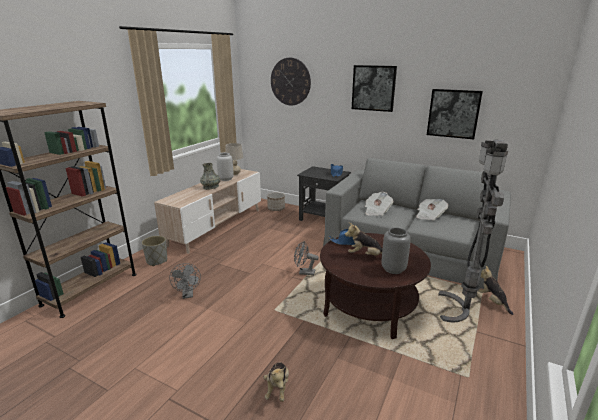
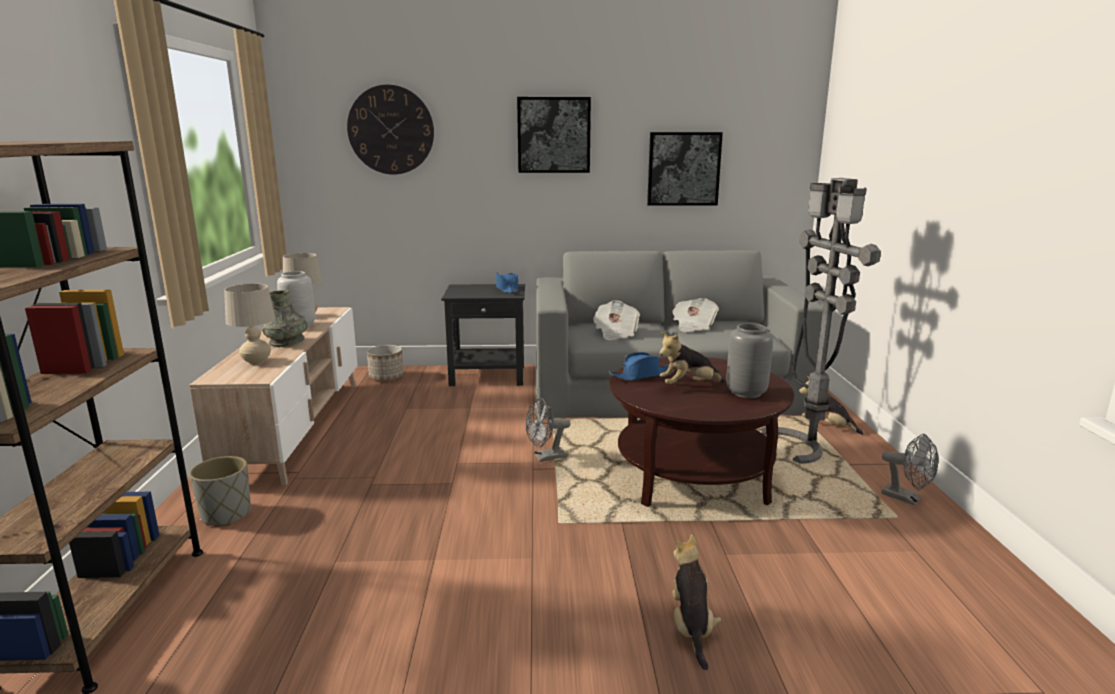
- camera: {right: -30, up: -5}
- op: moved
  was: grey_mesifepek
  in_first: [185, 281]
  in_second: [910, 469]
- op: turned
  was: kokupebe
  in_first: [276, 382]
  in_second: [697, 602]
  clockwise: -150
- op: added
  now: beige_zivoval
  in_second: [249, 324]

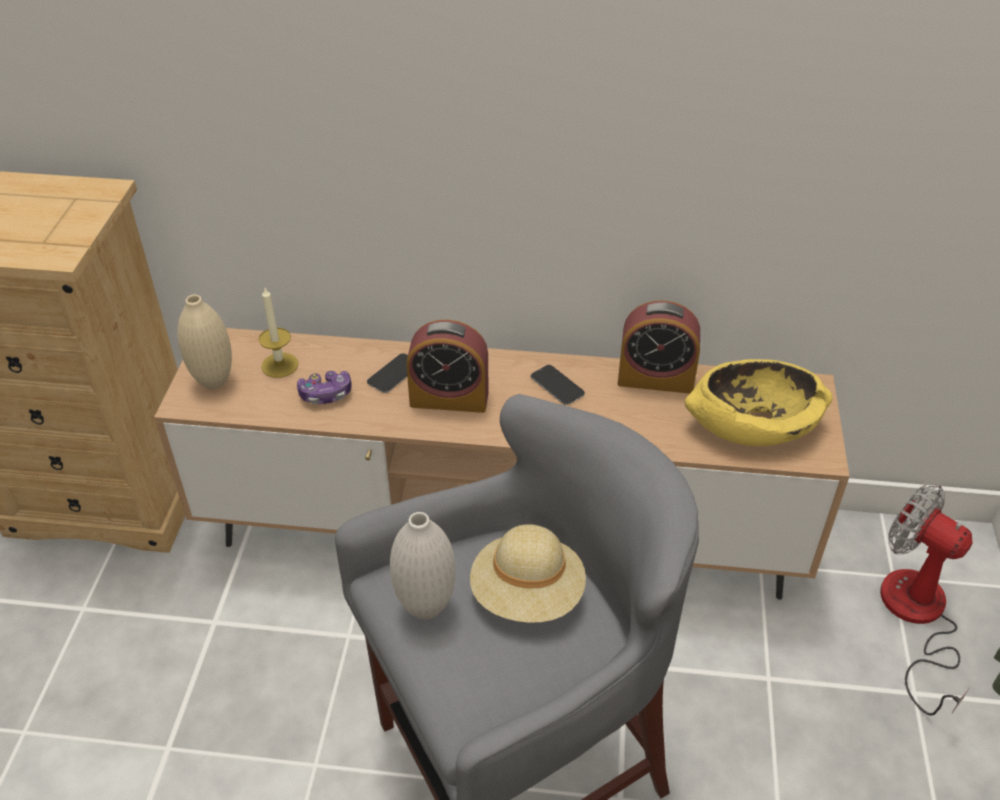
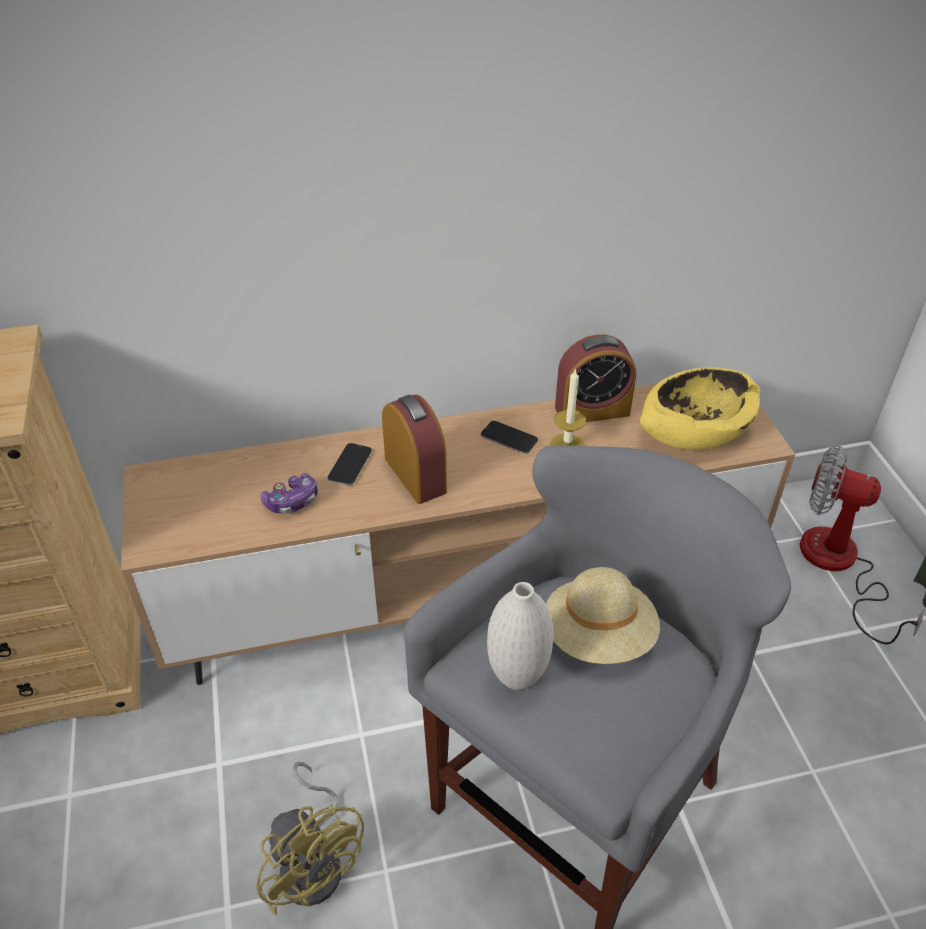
- camera: {right: -20, up: 0}
- op: removed
  was: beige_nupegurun
  in_first: [204, 342]
- op: moved
  was: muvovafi
  in_first: [278, 333]
  in_second: [567, 407]
- op: turned
  was: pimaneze
  in_first: [448, 366]
  in_second: [414, 449]
  clockwise: -105
- op: added
  now: yellow_mesifepek
  in_second: [310, 838]

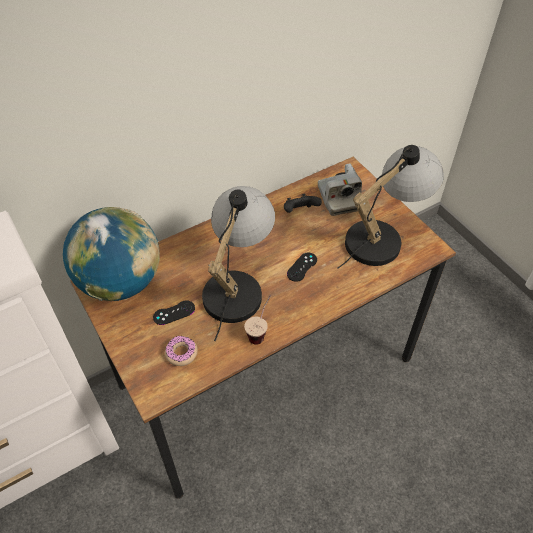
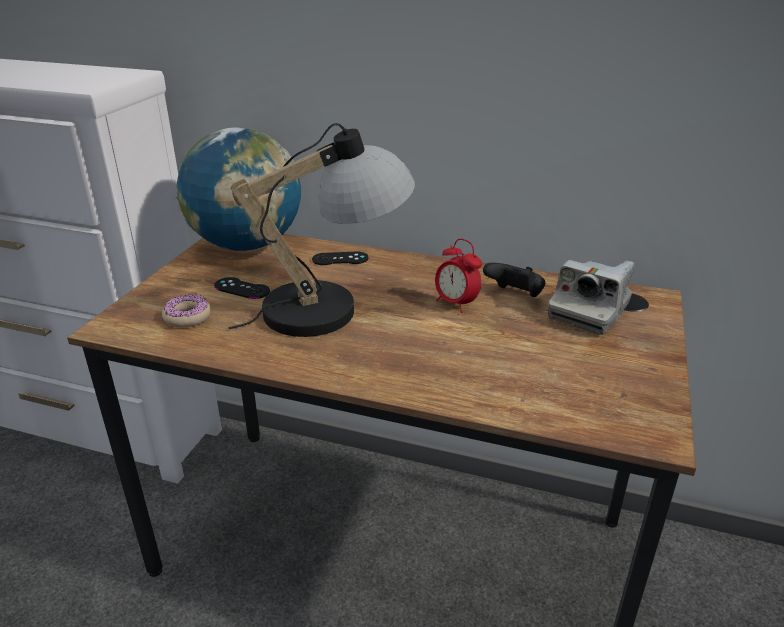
- camera: {right: 50, up: -20}
- op: removed
  was: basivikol
  in_first: [257, 320]
- op: moved
  was: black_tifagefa
  in_first: [302, 267]
  in_second: [340, 258]
- op: removed
  was: zivoval
  in_first: [390, 207]
- op: added
  now: pimaneze
  in_second: [458, 276]

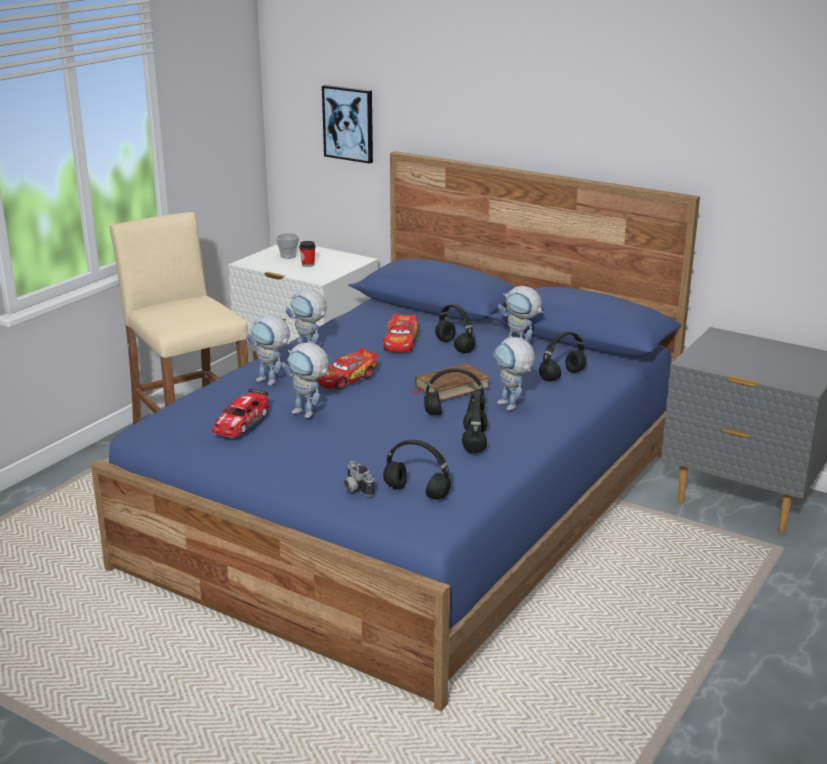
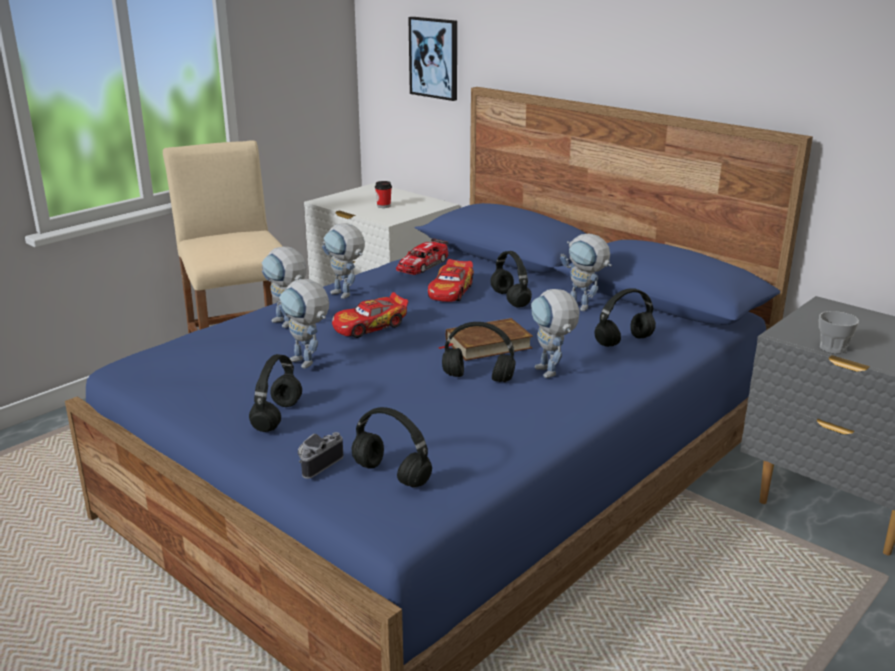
- camera: {right: 10, up: 0}
- op: moved
  was: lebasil
  in_first: [240, 413]
  in_second: [422, 256]
- op: moved
  was: basivikol
  in_first: [287, 246]
  in_second: [839, 332]
- op: turned
  was: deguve
  in_first: [359, 479]
  in_second: [320, 455]
  clockwise: 60
- op: moved
  was: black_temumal
  in_first: [474, 423]
  in_second: [275, 393]

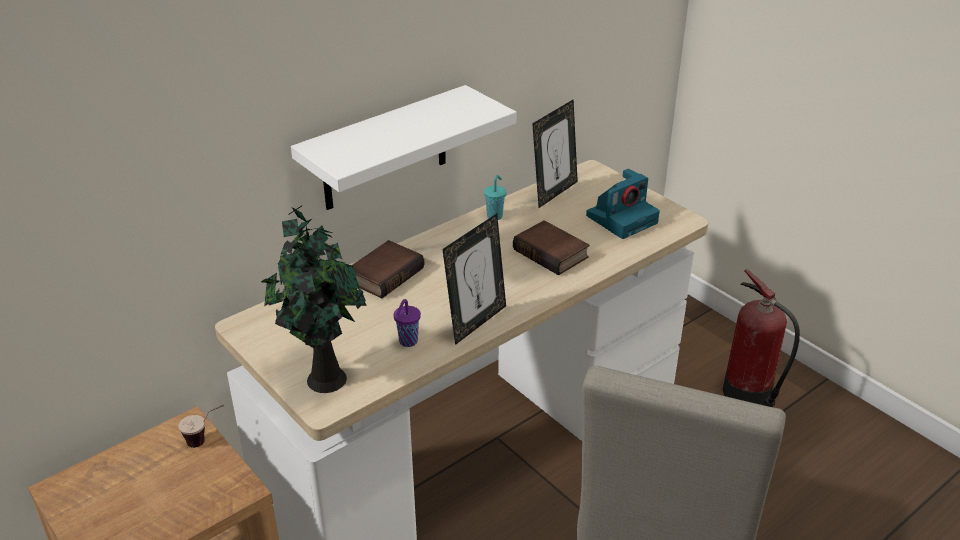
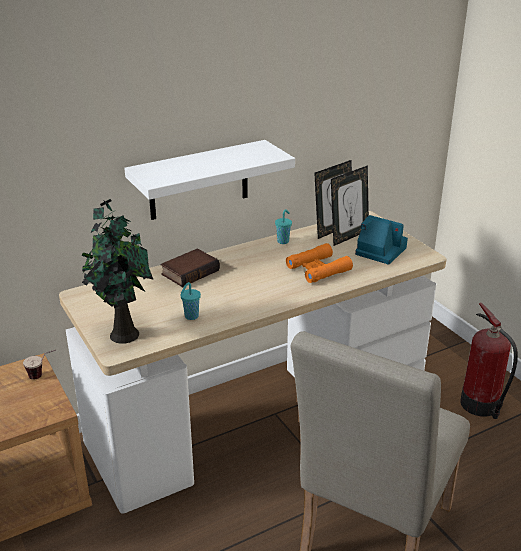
- camera: {right: 10, up: -5}
- op: recoloured
  was: purple_basivikol
  now: turquoise_basivikol
  in_first: [407, 323]
  in_second: [190, 301]
- op: moved
  was: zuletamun
  in_first: [474, 279]
  in_second: [350, 205]
- op: replaced
  was: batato
  now: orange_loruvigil
  in_first: [551, 247]
  in_second: [319, 263]
- op: turned
  was: deguve
  in_first: [623, 204]
  in_second: [381, 240]
  clockwise: -120

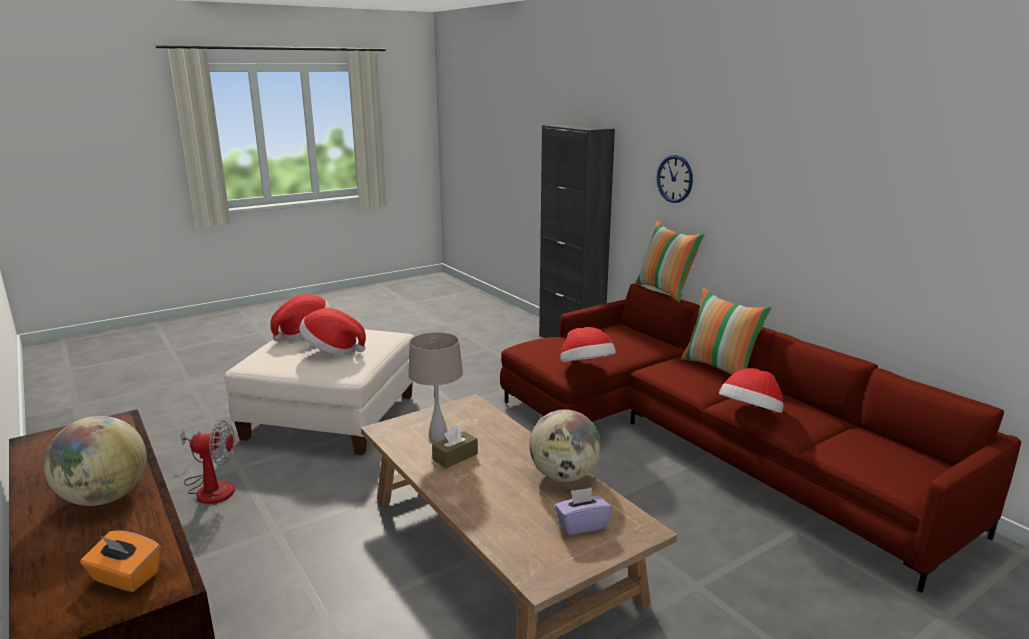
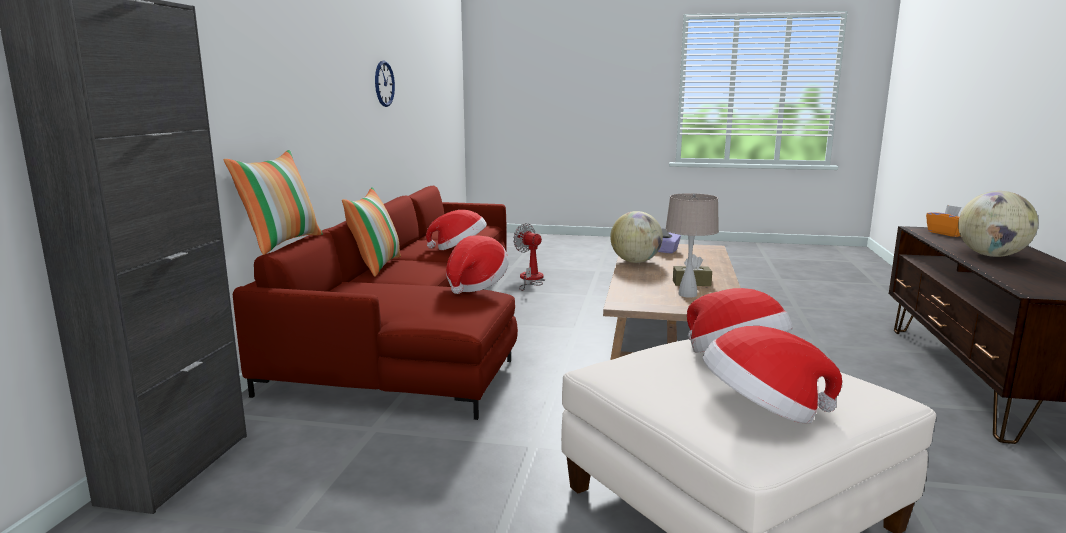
- camera: {right: -135, up: -5}
- op: moved
  was: mesifepek
  in_first: [207, 462]
  in_second: [529, 257]
- op: moved
  was: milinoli
  in_first: [675, 179]
  in_second: [385, 84]

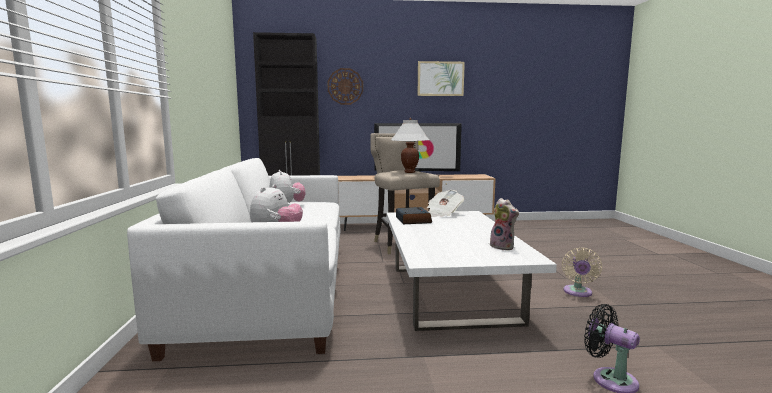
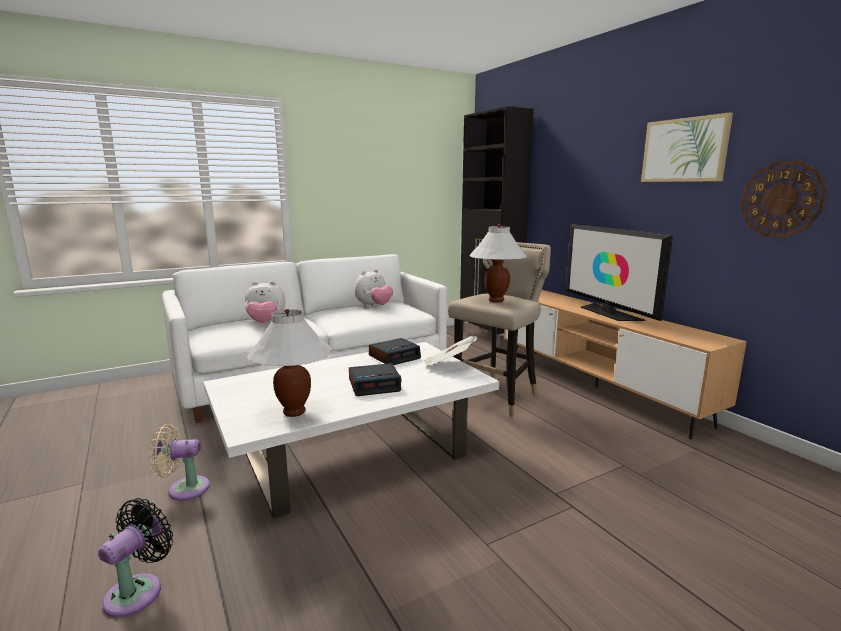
- camera: {right: 65, up: 5}
- op: moved
  was: milinoli
  in_first: [345, 86]
  in_second: [783, 199]
- op: replaced
  was: kokupebe
  now: white_zivoval
  in_first: [504, 224]
  in_second: [289, 363]
- op: moved
  was: beige_mesifepek
  in_first: [582, 272]
  in_second: [180, 462]
- op: added
  now: pimaneze
  in_second: [375, 379]

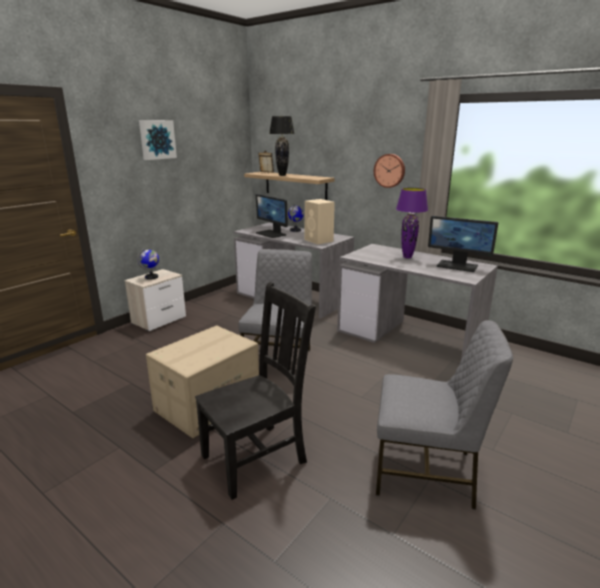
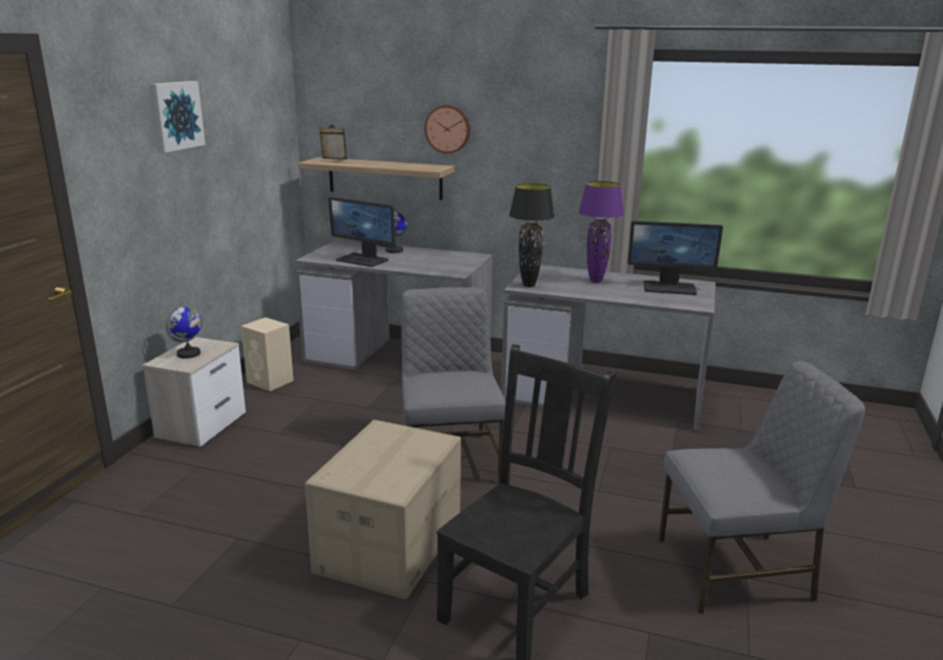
- camera: {right: -20, up: 0}
- op: moved
  was: black_zivoval
  in_first: [282, 146]
  in_second: [532, 235]
- op: moved
  was: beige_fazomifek
  in_first: [320, 221]
  in_second: [267, 354]
- op: moved
  was: milinoli
  in_first: [389, 171]
  in_second: [447, 129]

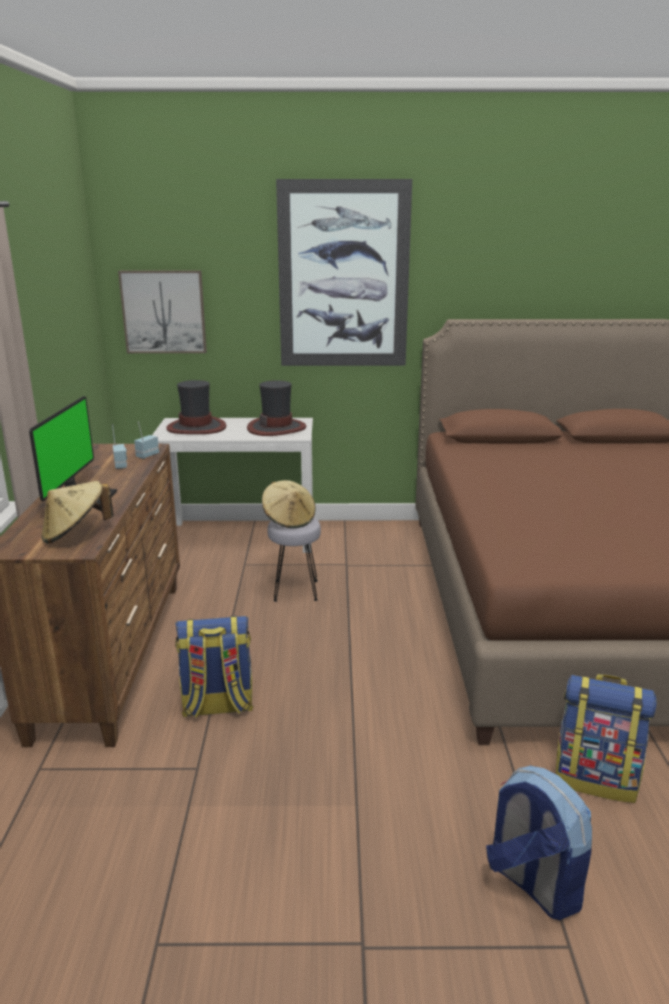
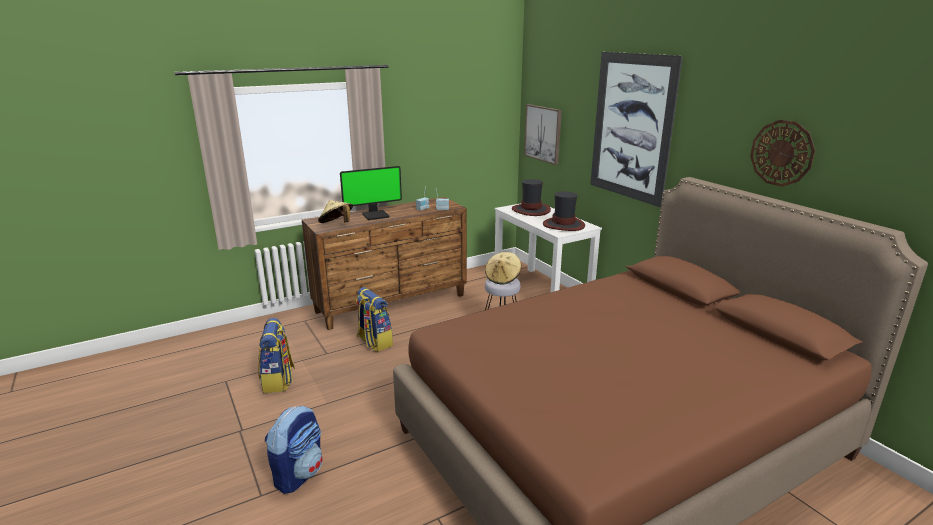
- camera: {right: 60, up: 0}
- op: moved
  was: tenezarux
  in_first: [606, 738]
  in_second: [276, 355]
- op: added
  now: milinoli
  in_second: [782, 153]

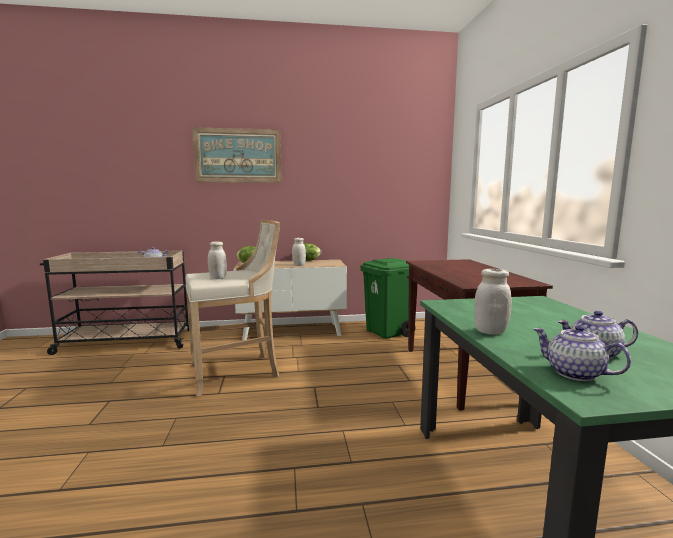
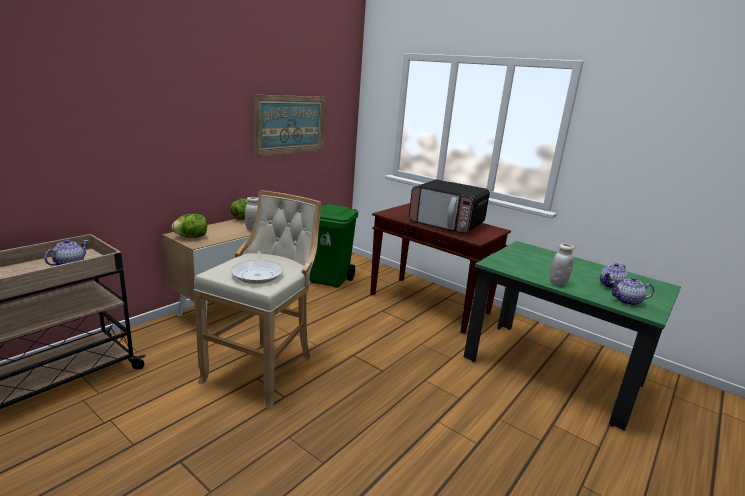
- camera: {right: -45, up: 10}
- op: moved
  was: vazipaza
  in_first: [237, 155]
  in_second: [290, 126]
- op: replaced
  was: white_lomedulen
  now: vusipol
  in_first: [217, 260]
  in_second: [257, 267]
- op: added
  now: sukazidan
  in_second: [449, 206]

